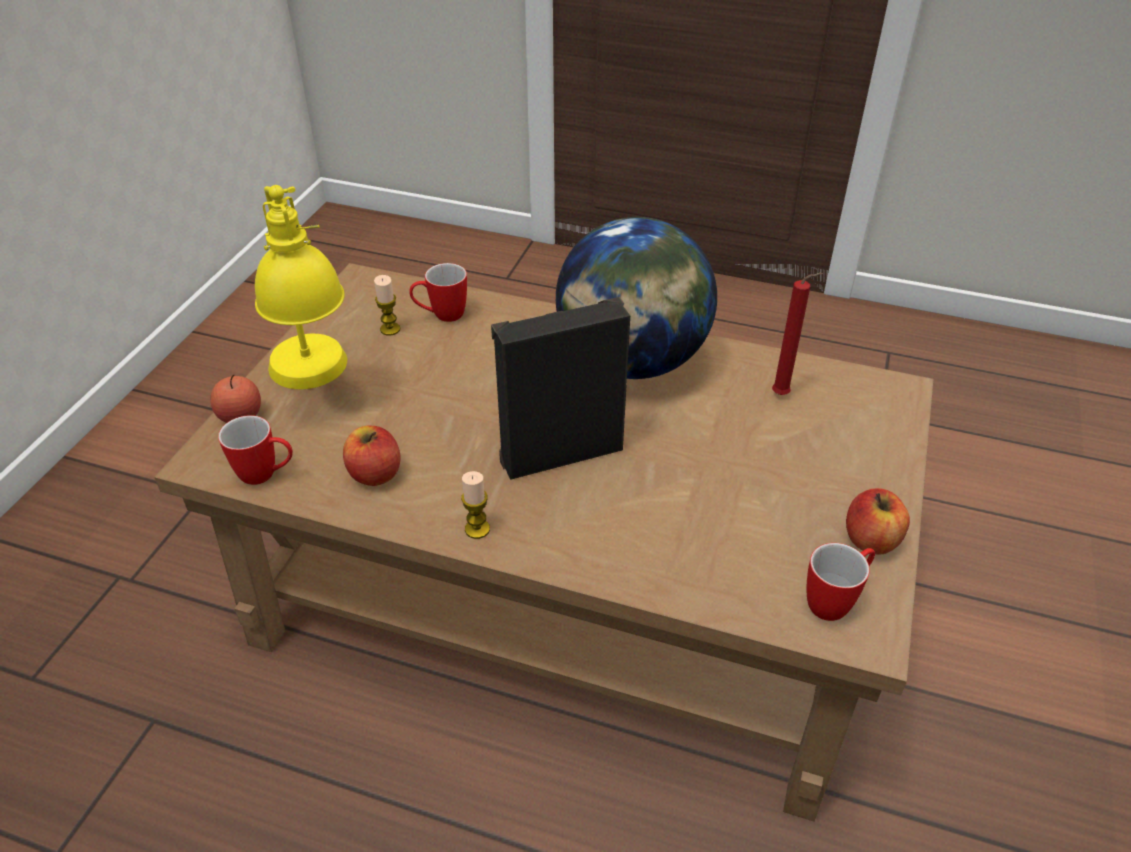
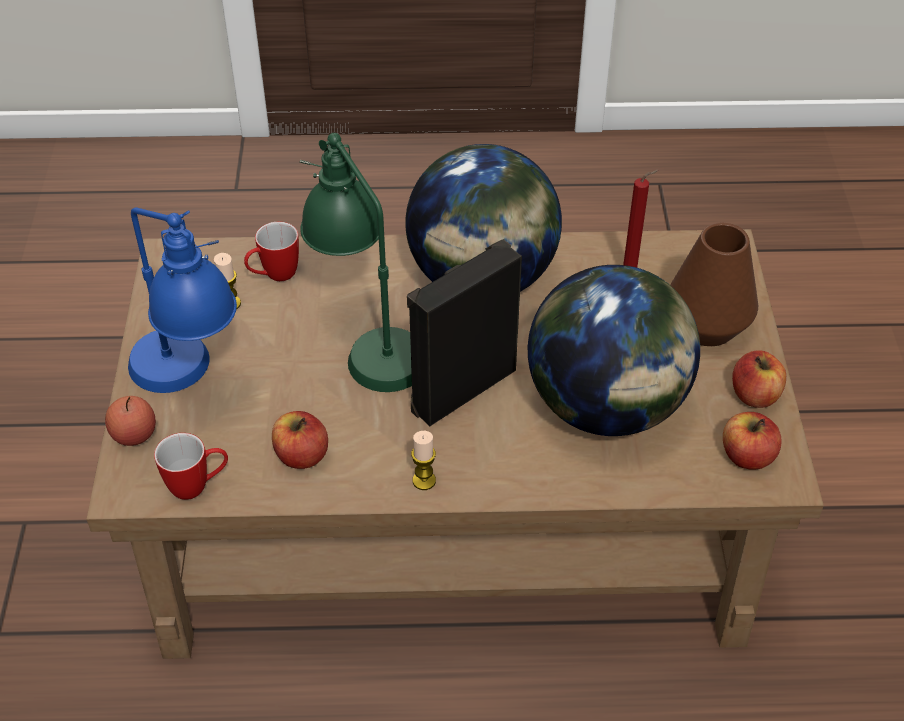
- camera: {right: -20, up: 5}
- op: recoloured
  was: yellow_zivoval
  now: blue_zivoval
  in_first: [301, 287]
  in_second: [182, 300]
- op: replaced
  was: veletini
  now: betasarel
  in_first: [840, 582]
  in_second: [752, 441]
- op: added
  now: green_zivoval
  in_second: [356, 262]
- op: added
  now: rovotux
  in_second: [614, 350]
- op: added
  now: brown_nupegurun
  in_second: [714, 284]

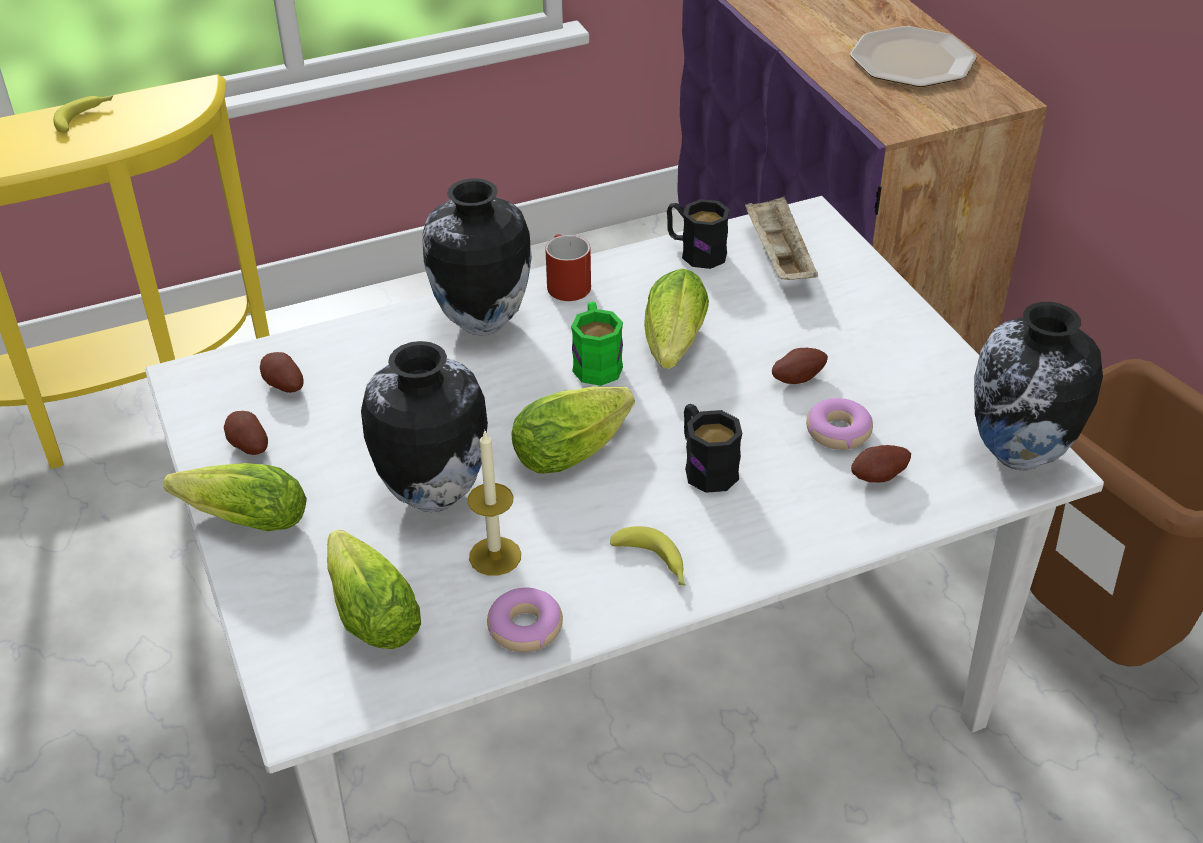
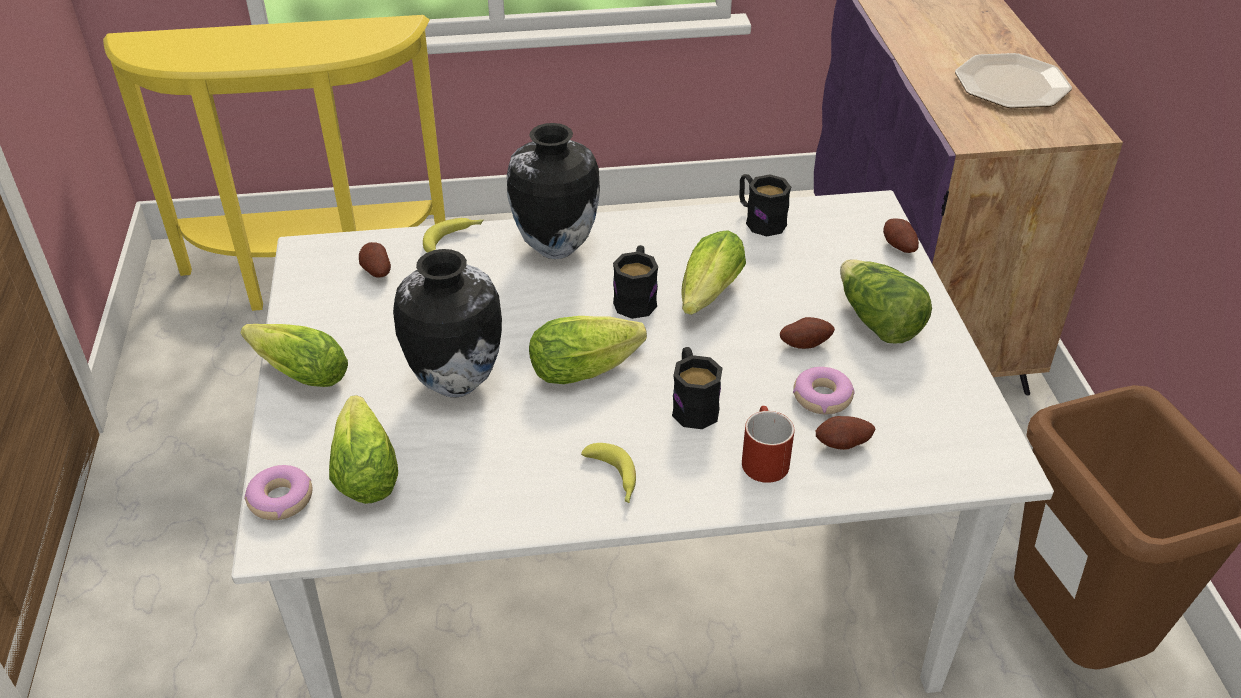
- camera: {right: 15, up: 0}
- op: moved
  was: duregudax
  in_first: [83, 114]
  in_second: [453, 235]
- op: moved
  was: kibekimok
  in_first: [246, 433]
  in_second: [901, 236]
- op: removed
  was: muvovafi
  in_first: [494, 502]
- op: moved
  was: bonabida
  in_first: [525, 620]
  in_second: [278, 492]
- op: moved
  was: red_veletini
  in_first: [568, 267]
  in_second: [768, 444]
- op: recoloured
  was: green_veletini
  now: black_veletini
  in_first: [597, 344]
  in_second: [635, 282]
- op: removed
  was: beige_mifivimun
  in_first: [781, 238]
- op: removed
  was: nupegurun
  in_first: [1038, 386]
- op: added
  now: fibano
  in_second: [886, 301]

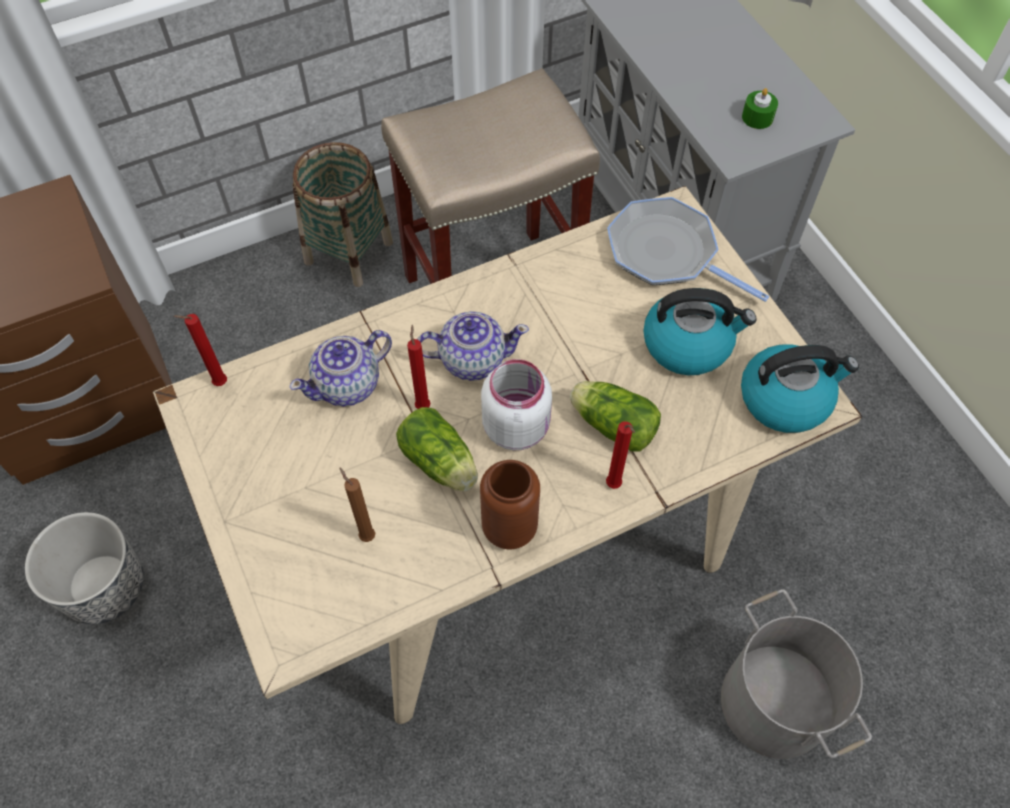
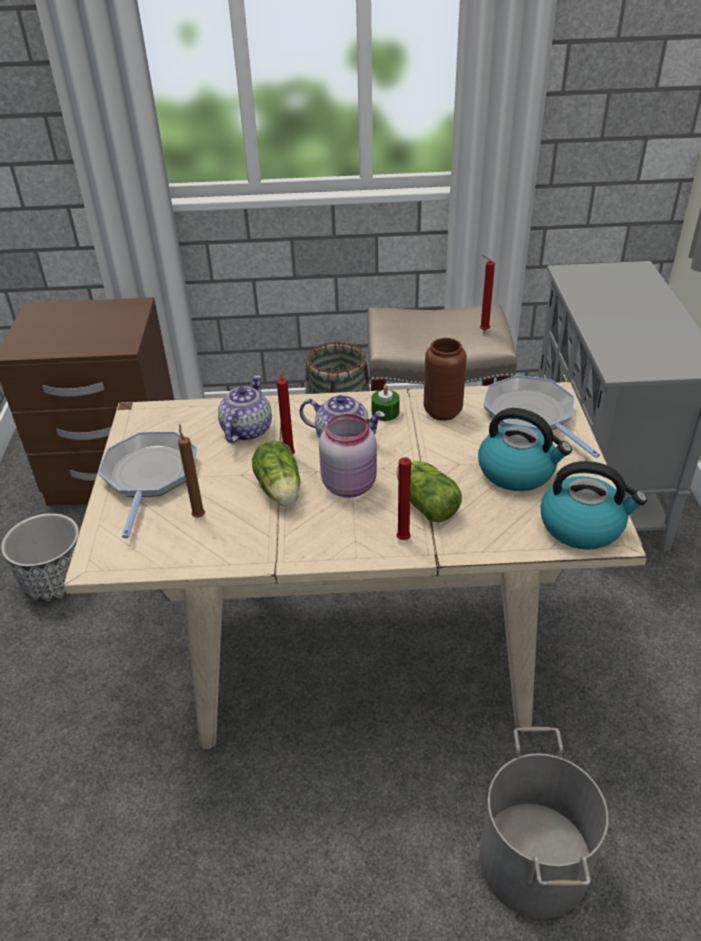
- camera: {right: 25, up: -20}
- op: moved
  was: red_muvovafi
  in_first: [200, 350]
  in_second: [487, 293]
- op: turned
  was: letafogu
  in_first: [341, 368]
  in_second: [245, 409]
  clockwise: 120
- op: moved
  was: brown_nupegurun
  in_first: [510, 504]
  in_second: [445, 379]
- op: recoloured
  was: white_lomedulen
  now: pink_lomedulen
  in_first: [516, 404]
  in_second: [348, 456]
- op: moved
  was: green_muvovafi
  in_first: [760, 108]
  in_second: [385, 403]
- op: added
  now: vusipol
  in_second: [147, 485]

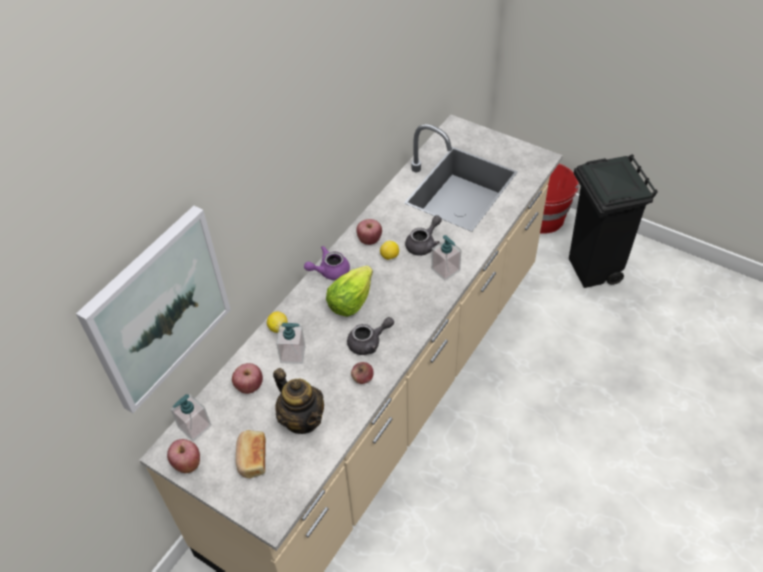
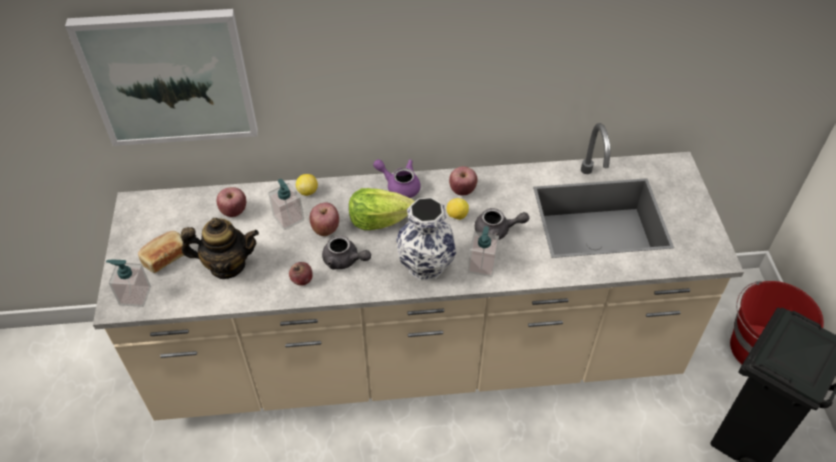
- camera: {right: 50, up: 0}
- op: moved
  was: betasarel
  in_first: [183, 456]
  in_second: [324, 219]
- op: moved
  was: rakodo
  in_first: [190, 417]
  in_second: [128, 283]
- op: turned
  was: letafogu
  in_first: [298, 401]
  in_second: [220, 248]
  clockwise: -105
- op: added
  now: nupegurun
  in_second: [426, 239]

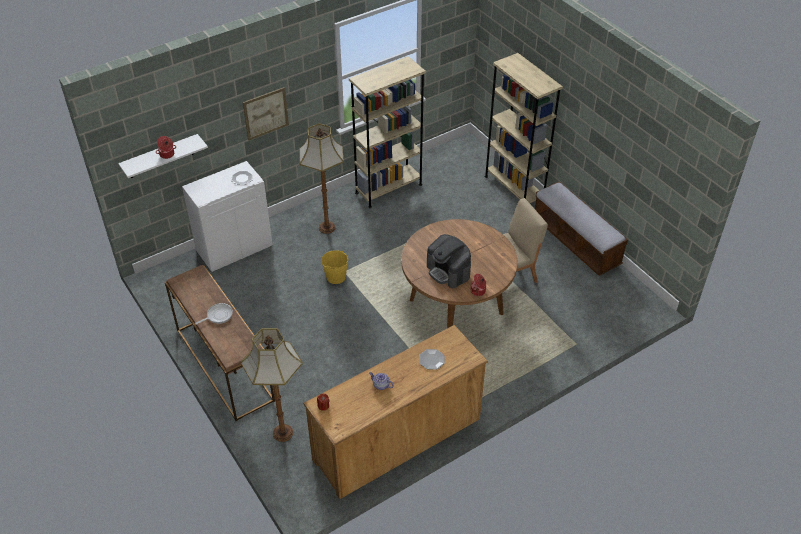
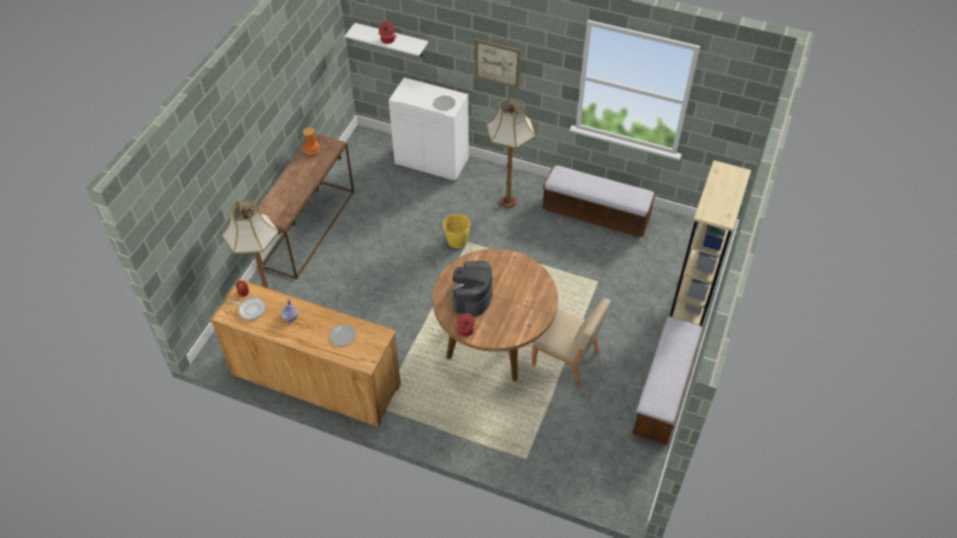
- camera: {right: 55, up: 5}
- op: moved
  was: vusipol
  in_first: [214, 313]
  in_second: [246, 308]
- op: replaced
  was: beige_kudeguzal
  now: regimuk
  in_first: [387, 132]
  in_second: [599, 200]
- op: added
  now: nupegurun
  in_second: [311, 142]

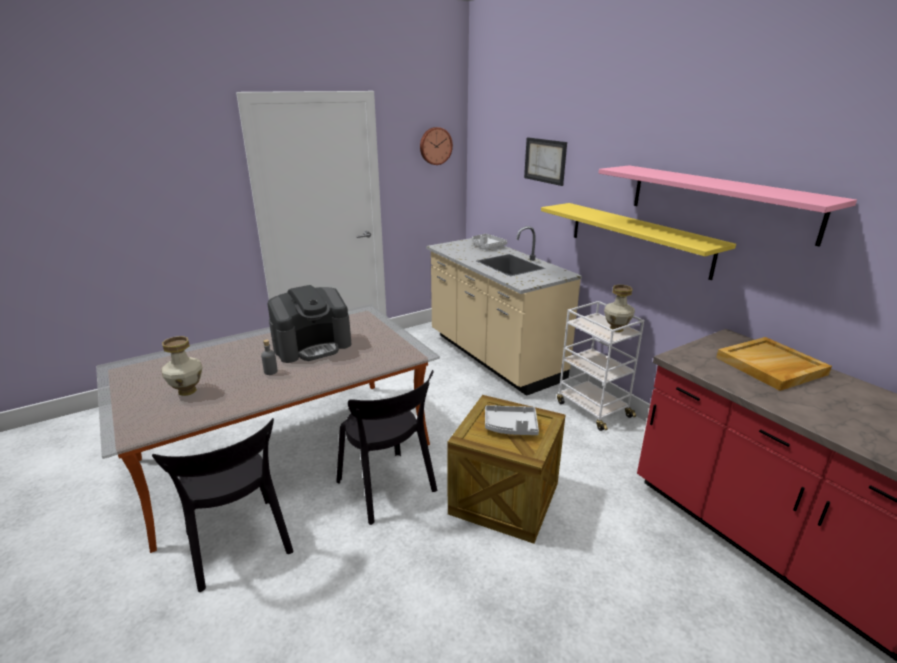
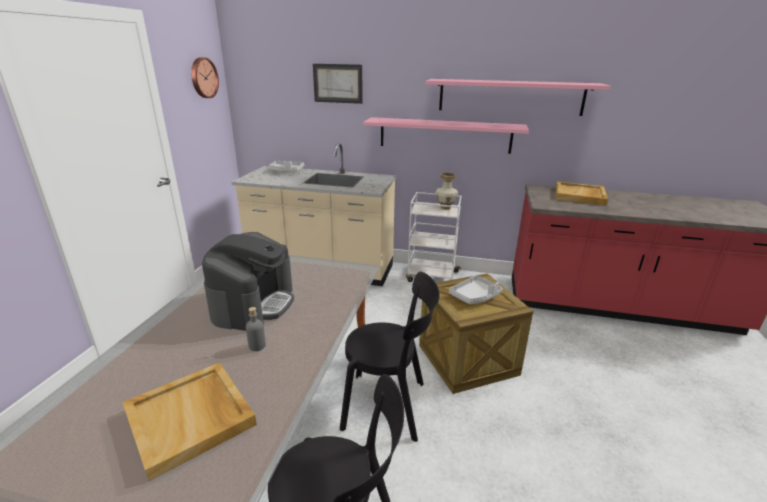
- camera: {right: -45, up: 0}
- op: replaced
  was: nupegurun
  now: beige_mifivimun
  in_first: [182, 366]
  in_second: [189, 421]
- op: recoloured
  was: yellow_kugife
  now: pink_kugife
  in_first: [638, 241]
  in_second: [446, 135]

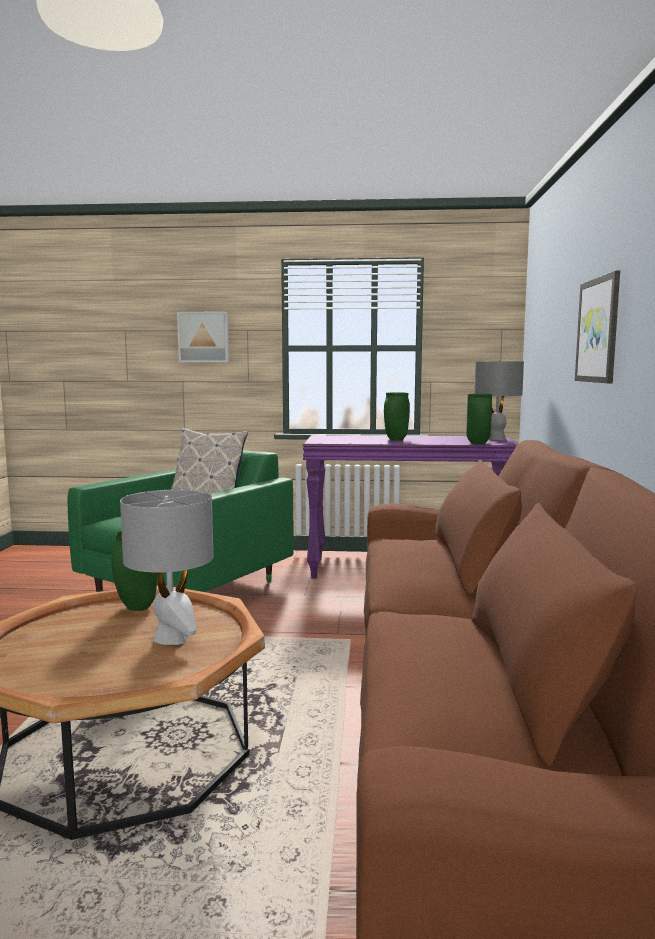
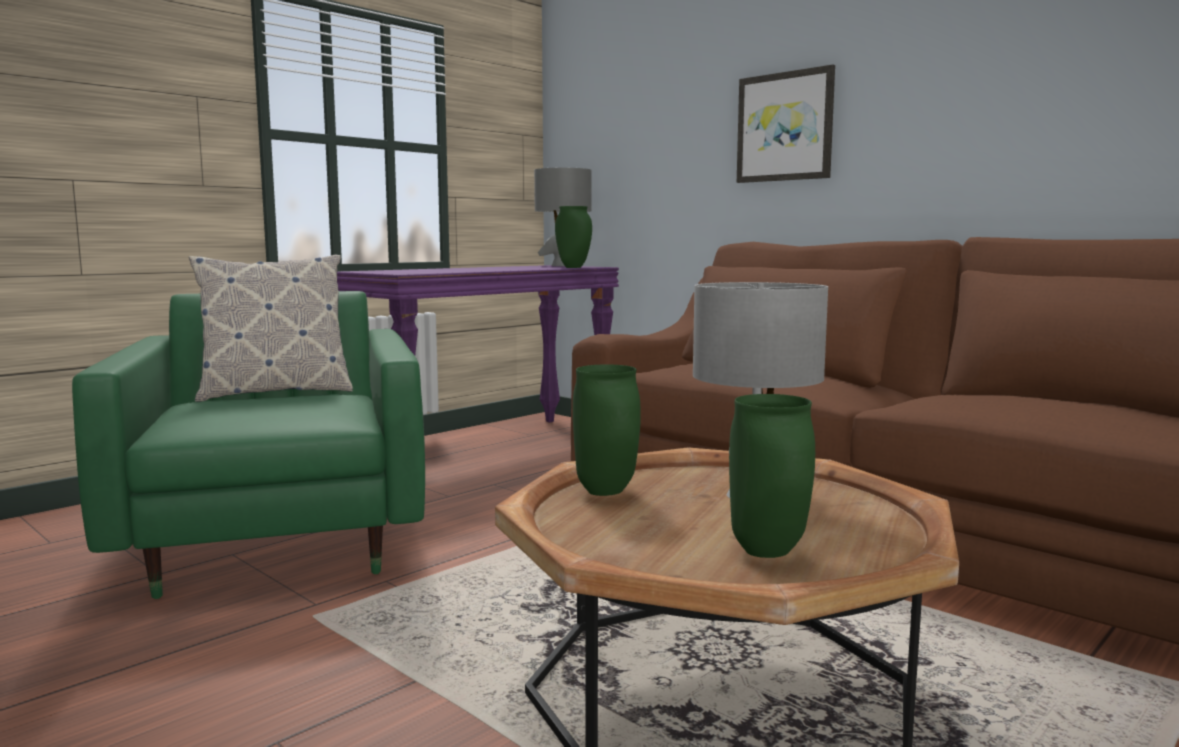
- camera: {right: -50, up: 0}
- op: removed
  was: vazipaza
  in_first: [203, 337]
- op: moved
  was: green_nupegurun
  in_first: [397, 416]
  in_second: [772, 476]

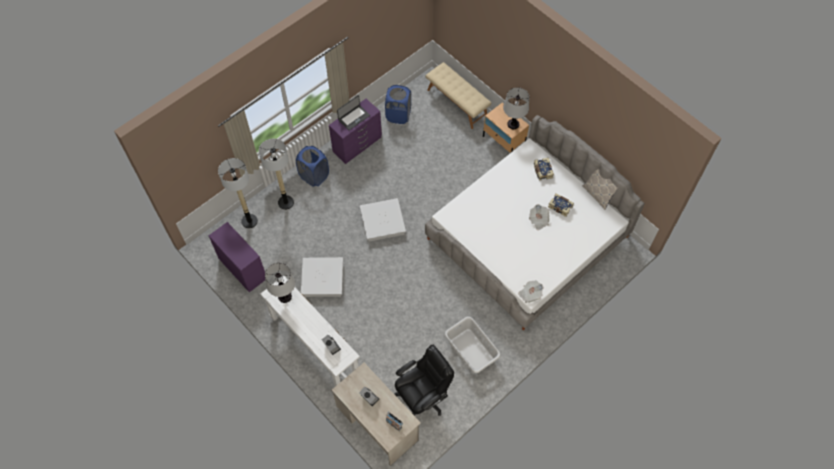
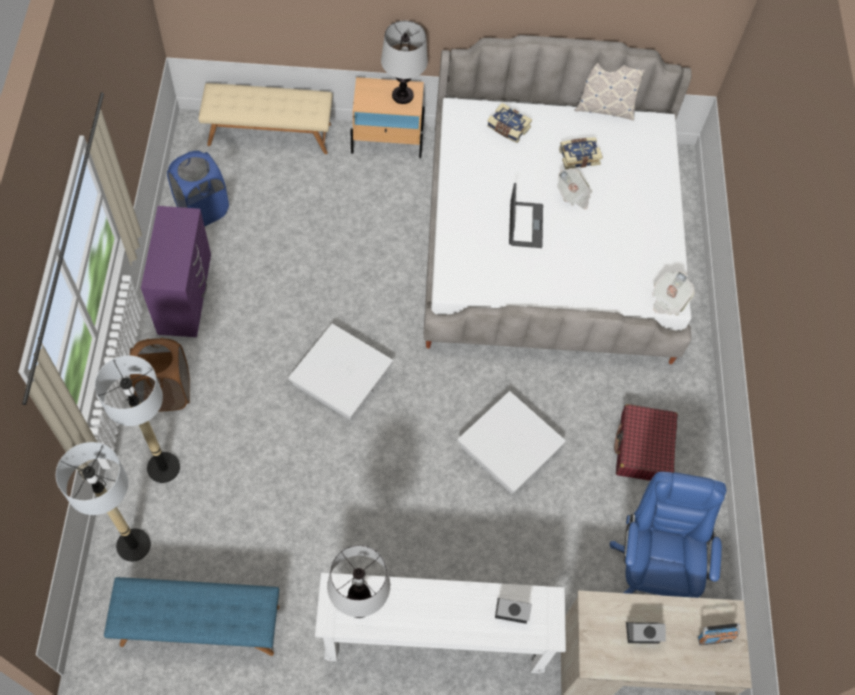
- camera: {right: -50, up: 0}
- op: replaced
  was: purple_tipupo
  now: blue_regimuk
  in_first: [237, 257]
  in_second: [191, 616]
- op: recoloured
  was: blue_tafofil
  now: brown_tafofil
  in_first: [312, 166]
  in_second: [160, 375]
- op: moved
  was: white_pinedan
  in_first: [322, 277]
  in_second: [511, 442]
- op: moved
  was: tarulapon
  in_first: [353, 112]
  in_second: [526, 215]
- op: recoloured
  was: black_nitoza
  now: blue_nitoza
  in_first: [424, 380]
  in_second: [668, 535]
- op: replaced
  was: grey_tafofil
  now: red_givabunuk
  in_first: [473, 344]
  in_second: [646, 442]

